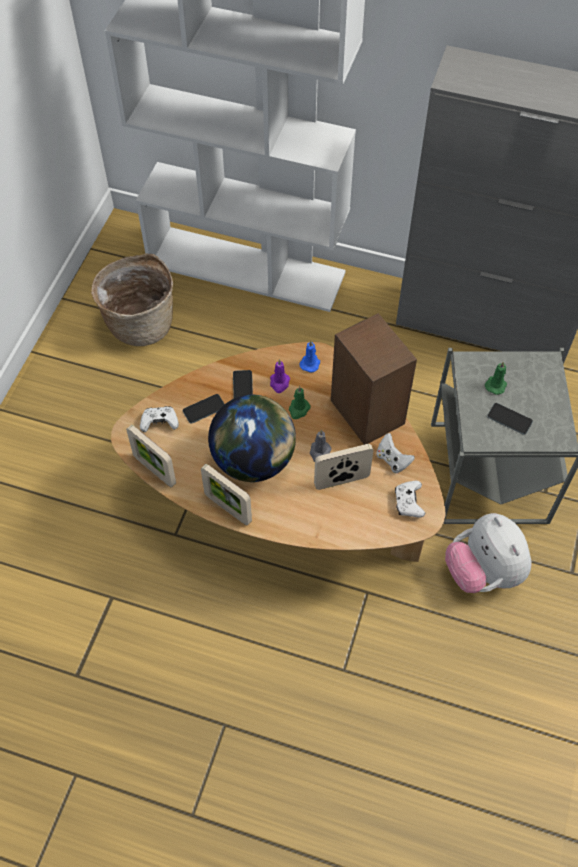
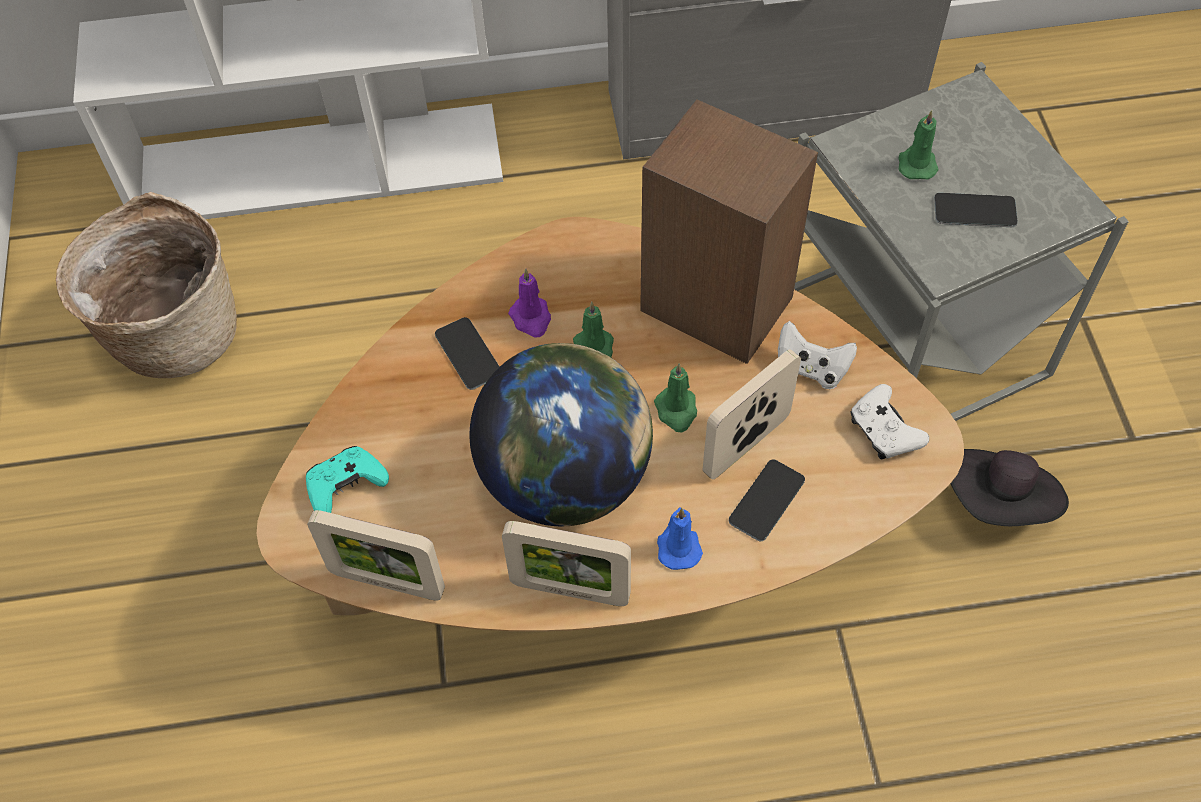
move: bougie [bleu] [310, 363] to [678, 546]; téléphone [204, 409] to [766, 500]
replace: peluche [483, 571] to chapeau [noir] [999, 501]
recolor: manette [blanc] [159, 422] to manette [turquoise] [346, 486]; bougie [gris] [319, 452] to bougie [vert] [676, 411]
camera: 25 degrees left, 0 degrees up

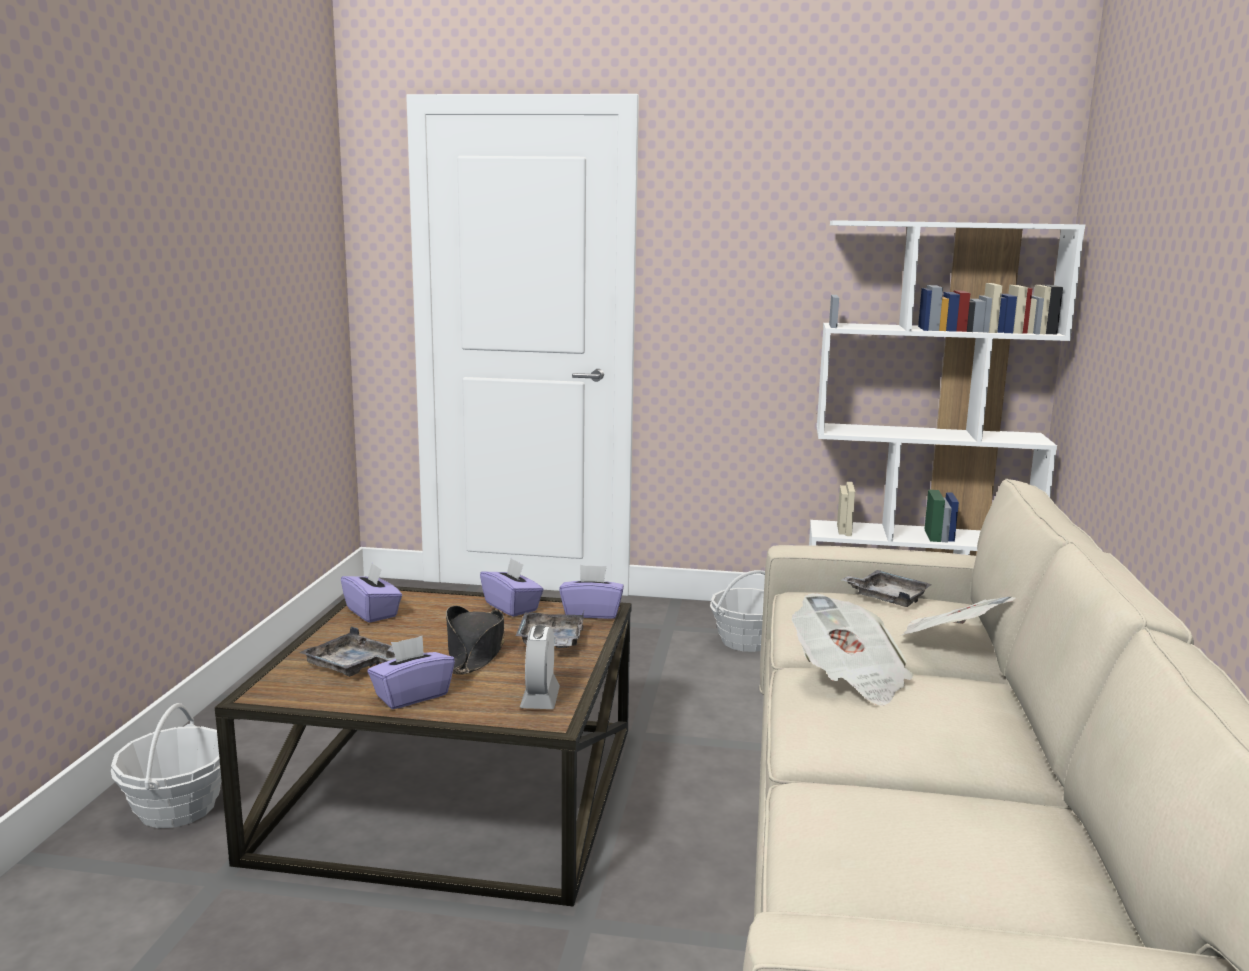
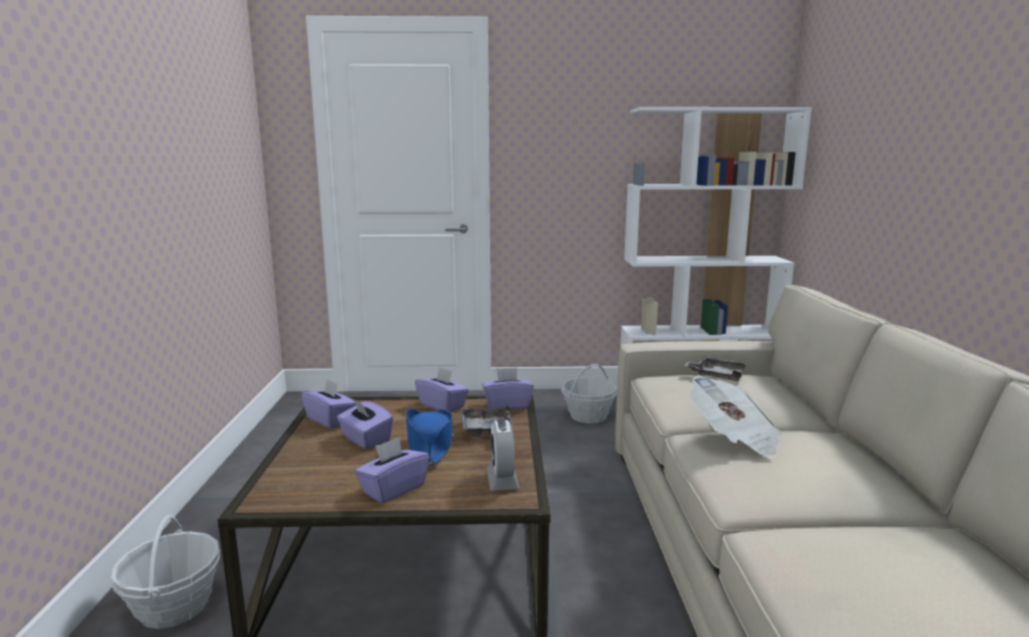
delete: journal [952, 642]; plateau [gris] [352, 666]
insert: boîte à mouchoirs [violet] [365, 440]
recolor: chapeau [noir] [475, 651] to chapeau [bleu] [430, 445]
camera: 10 degrees left, 0 degrees up

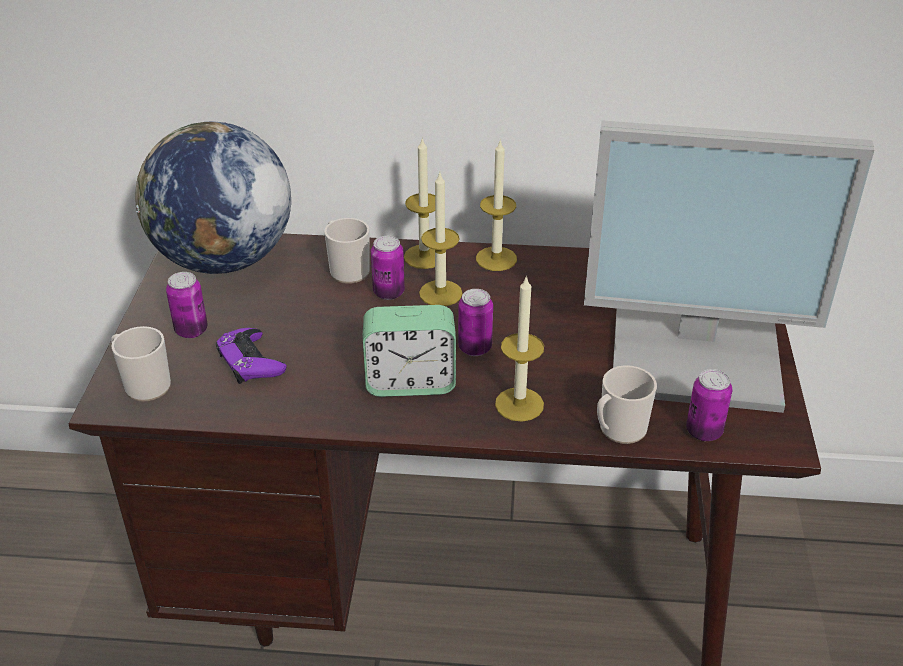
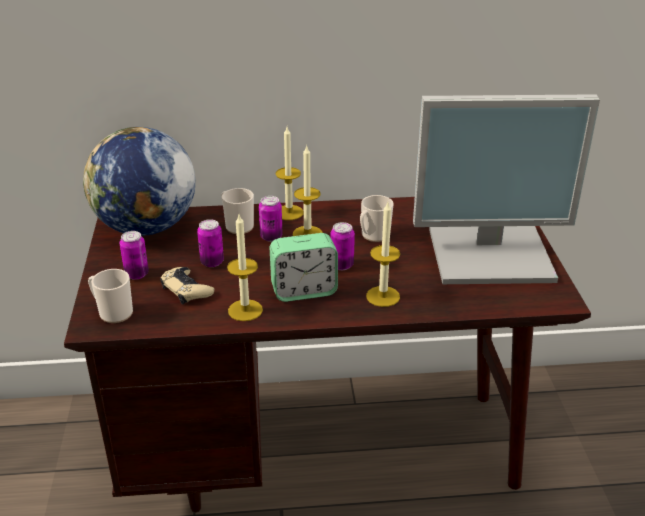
move: bougie [496, 259] to [245, 310]; mug [618, 430] to [373, 235]; boîte métallique [704, 431] to [212, 262]
recolor: manette [violet] [250, 362] to manette [beige] [186, 290]
camera: 10 degrees left, 5 degrees down

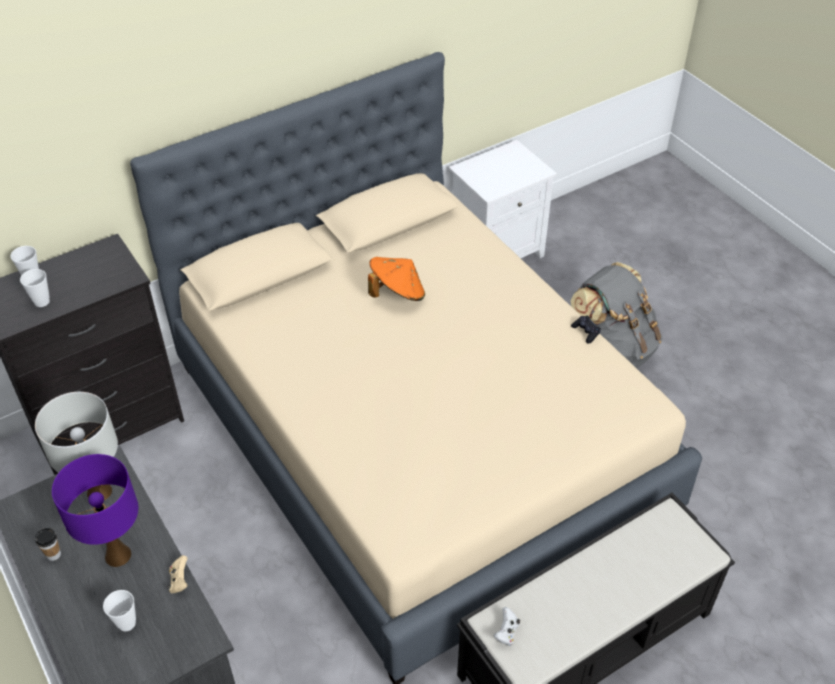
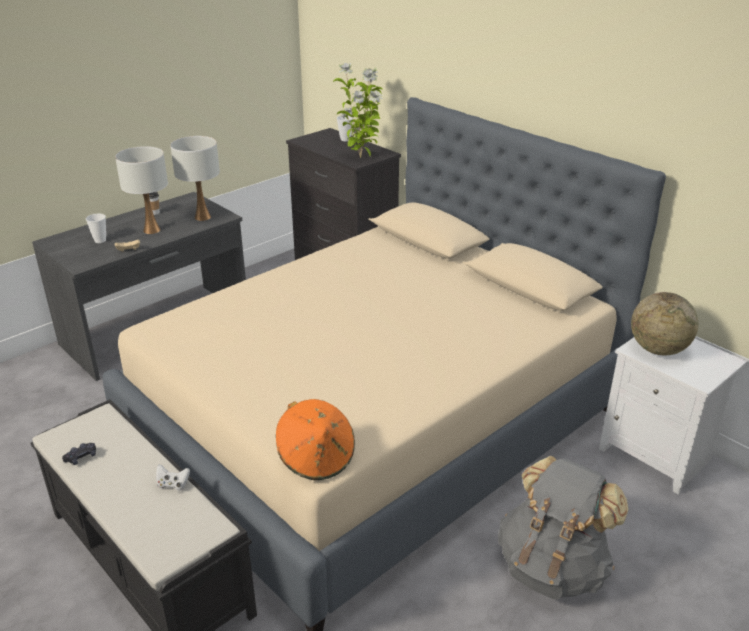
delete: tasse [42, 302]
insert: plante en pot [361, 158]; globe [658, 349]
move: chapeau [orange] [397, 293] to [316, 458]; manette [noir] [586, 332] to [81, 457]; manette [blanc] [506, 632] to [173, 484]
recolor: lampe de table [violet] [118, 555] to lampe de table [blanc] [151, 230]
camera: 80 degrees right, 15 degrees down

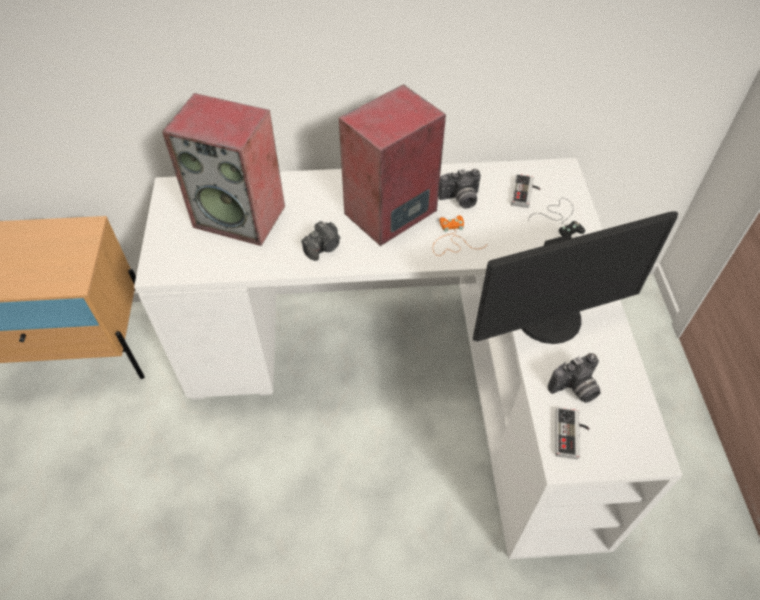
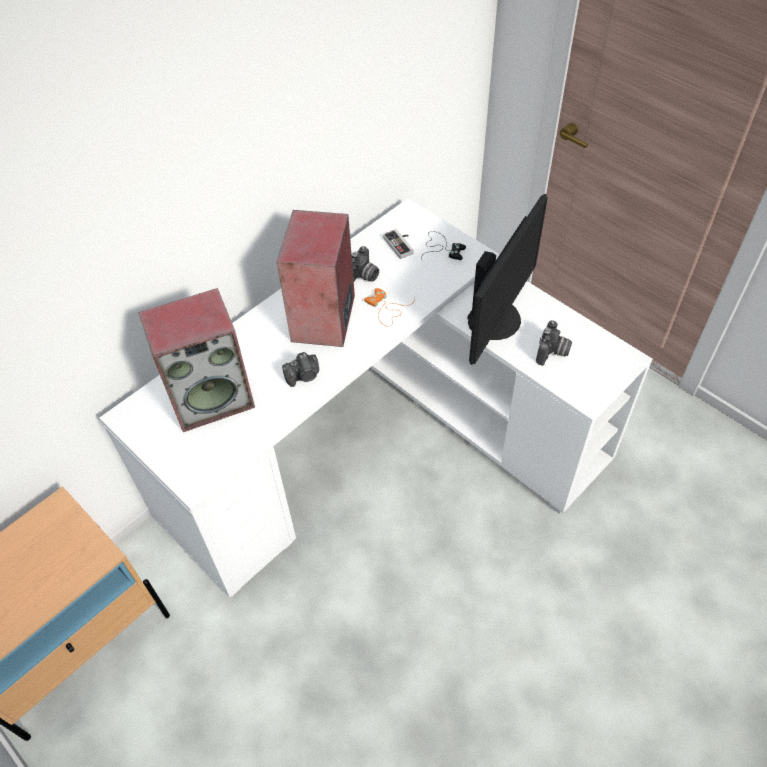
delete: manette [571, 435]
rotate: appareil photo [323, 247] = [304, 376] 60 degrees clockwise
camera: 40 degrees left, 0 degrees up

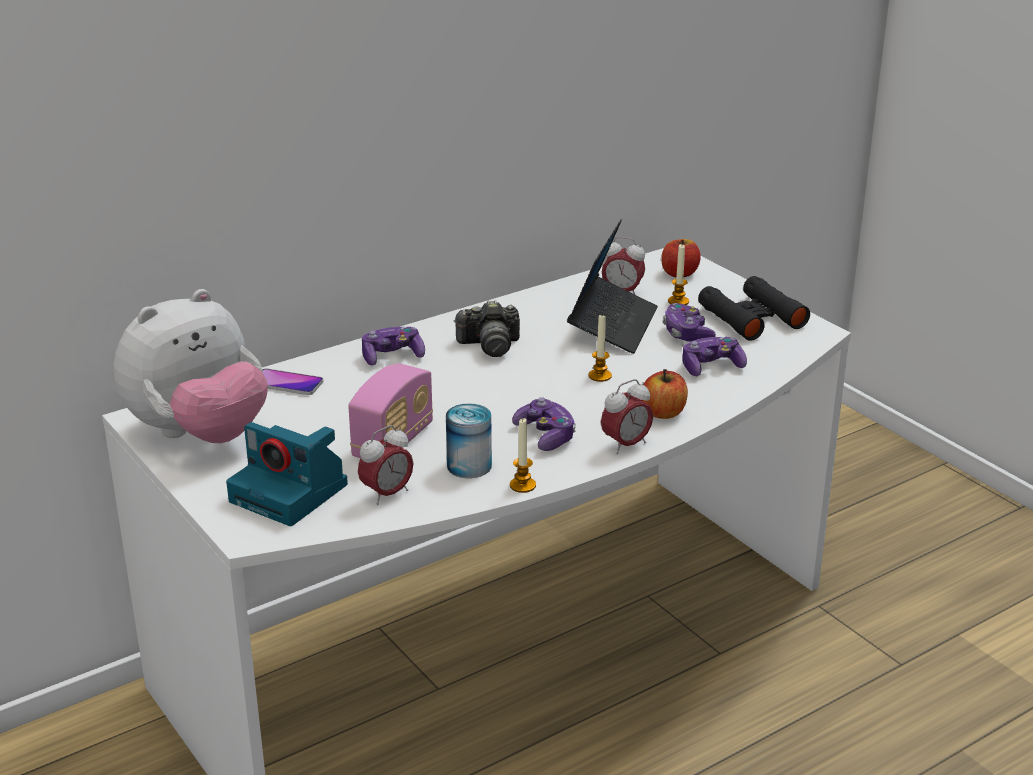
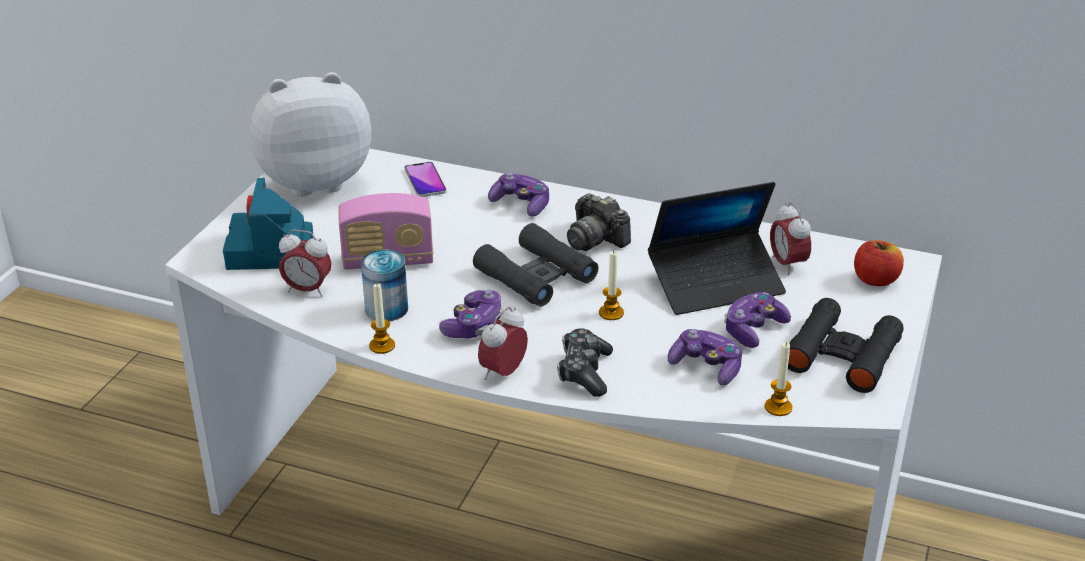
insert: jumelles [noir] [536, 276]
move: bougie [678, 301] to [778, 407]
replace: pomme [663, 413] to manette [584, 371]
rotate: peluche [199, 435] = [314, 181] 150 degrees clockwise; réveil [626, 445] = [503, 372] 105 degrees clockwise
camera: 55 degrees right, 5 degrees up

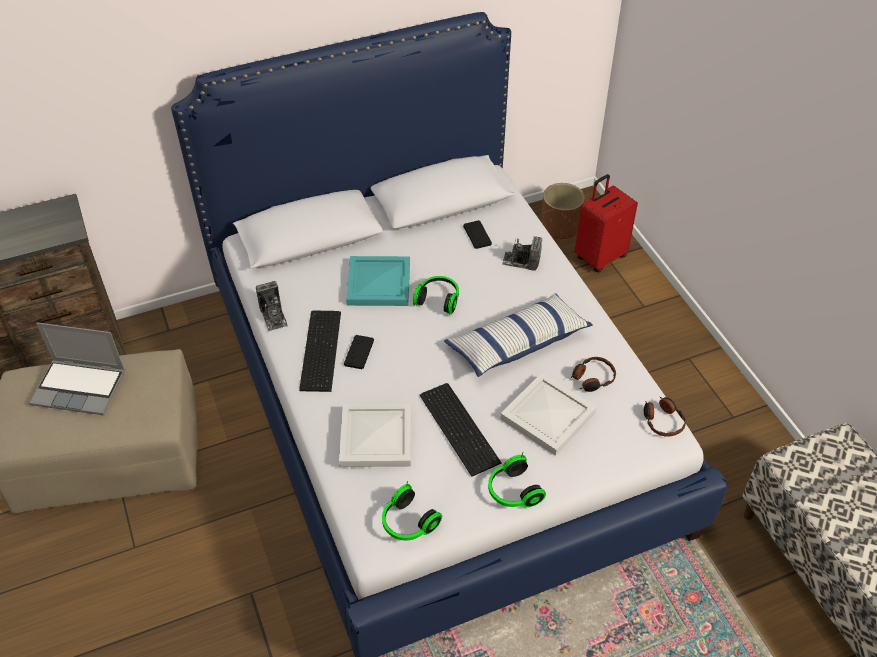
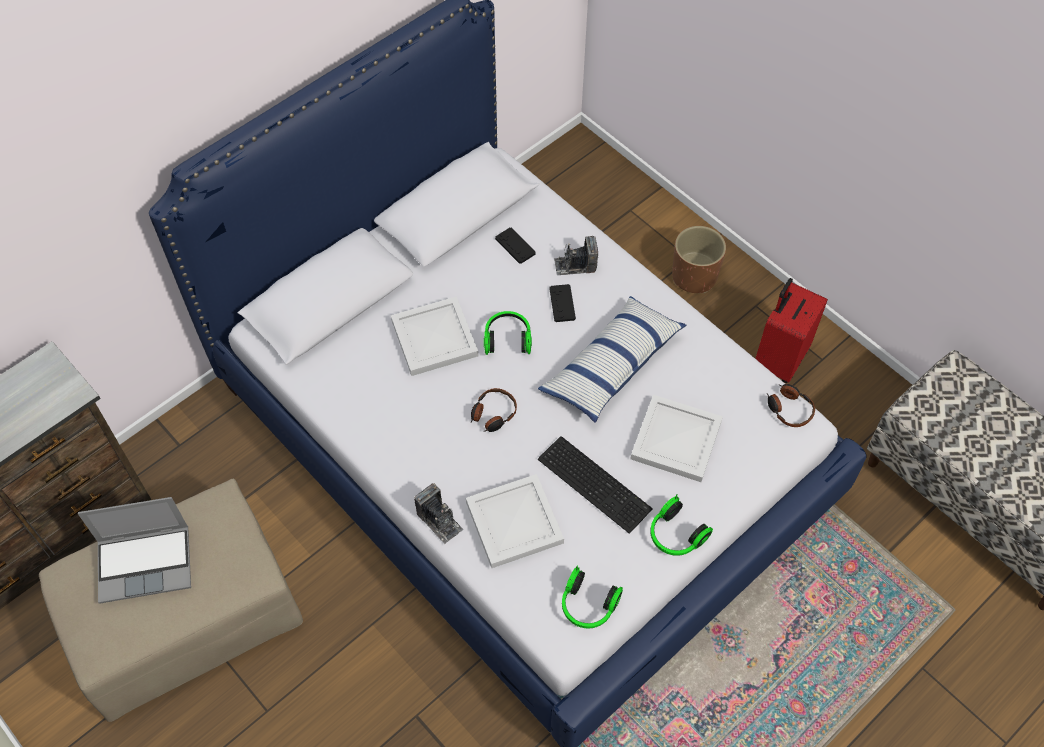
delete: clavier [318, 351]
move: valise [rouge] [599, 257] to [779, 359]; cache-pot [marron] [560, 228] to [694, 276]; appareil photo [273, 316] to [439, 521]; manette [noir] [359, 352] to [562, 303]; casque audio [592, 378] to [493, 414]
recolor: plateau [turquoise] [377, 284] to plateau [blanc] [433, 339]
camera: 20 degrees left, 10 degrees up

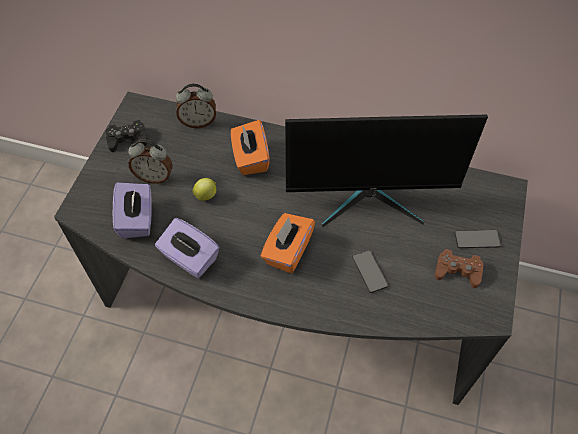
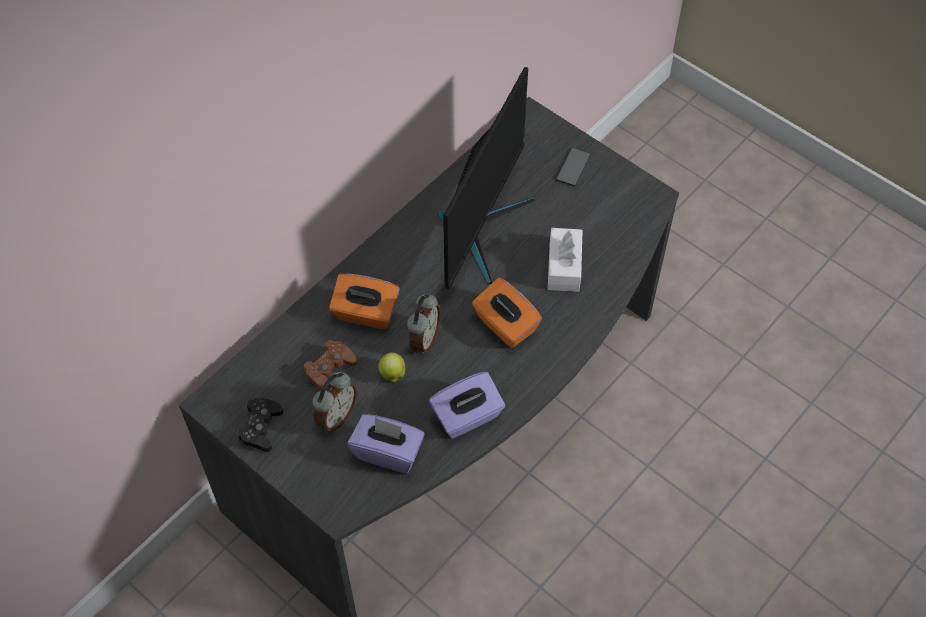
move: réveil [198, 122] to [424, 339]; manette [marron] [457, 271] to [329, 369]
replace: téléphone [369, 271] to boîte à mouchoirs [blanc] [564, 267]
camera: 65 degrees left, 0 degrees up

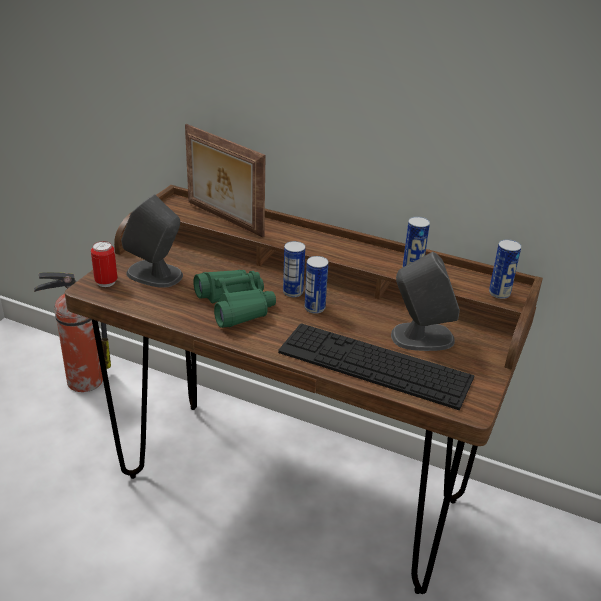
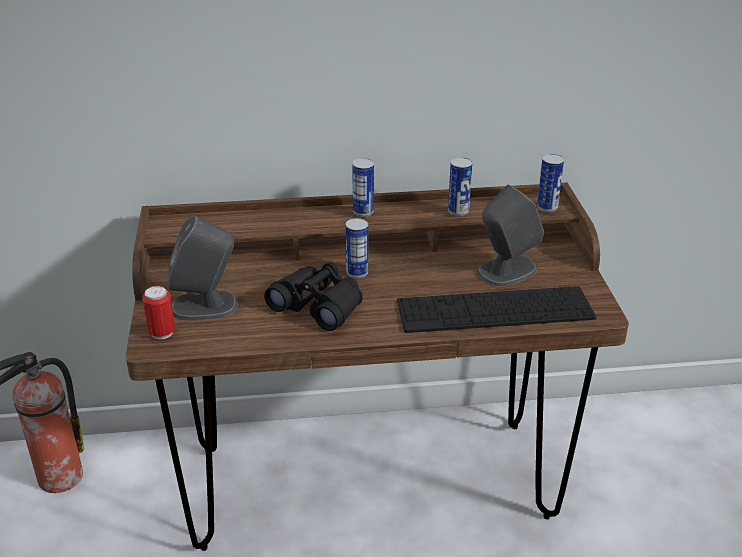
delete: cadre photo [223, 219]
move: boîte métallique [314, 308] to [363, 212]
recolor: jumelles [vert] [235, 306] to jumelles [noir] [319, 306]
camera: 30 degrees left, 0 degrees up

